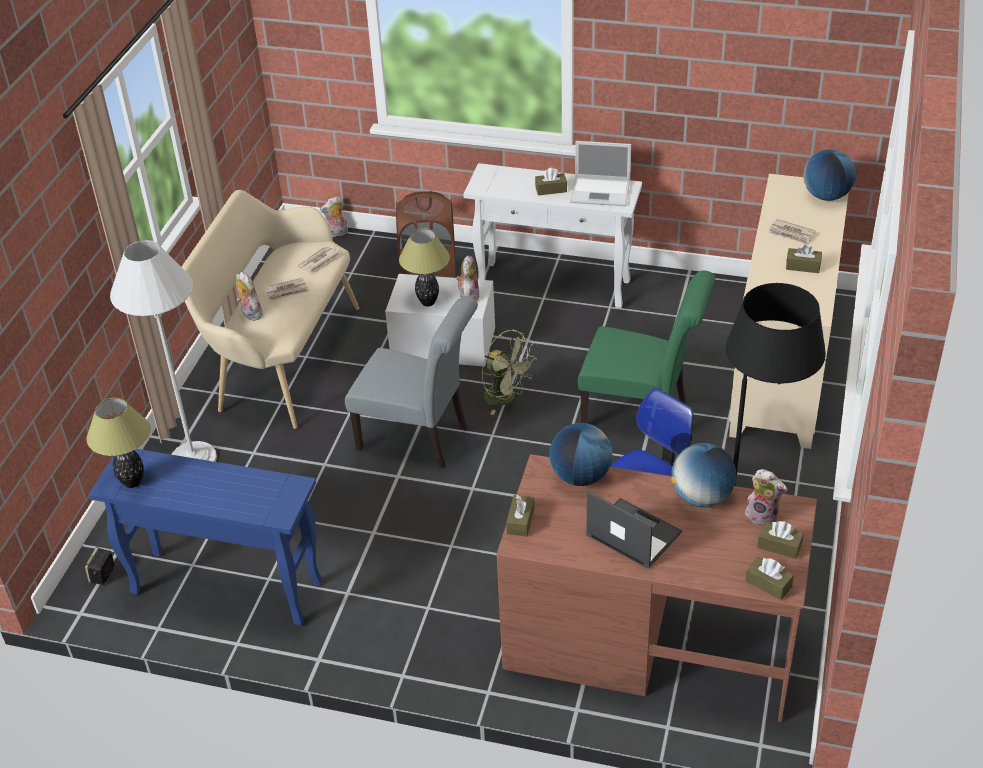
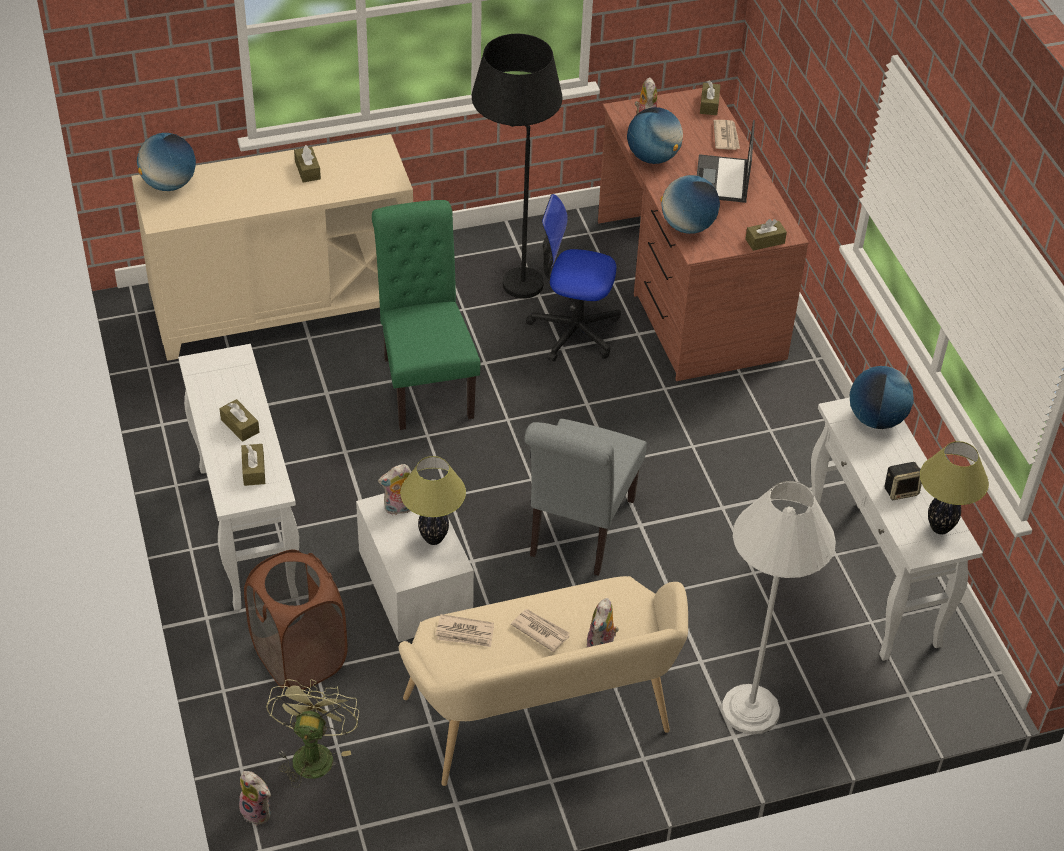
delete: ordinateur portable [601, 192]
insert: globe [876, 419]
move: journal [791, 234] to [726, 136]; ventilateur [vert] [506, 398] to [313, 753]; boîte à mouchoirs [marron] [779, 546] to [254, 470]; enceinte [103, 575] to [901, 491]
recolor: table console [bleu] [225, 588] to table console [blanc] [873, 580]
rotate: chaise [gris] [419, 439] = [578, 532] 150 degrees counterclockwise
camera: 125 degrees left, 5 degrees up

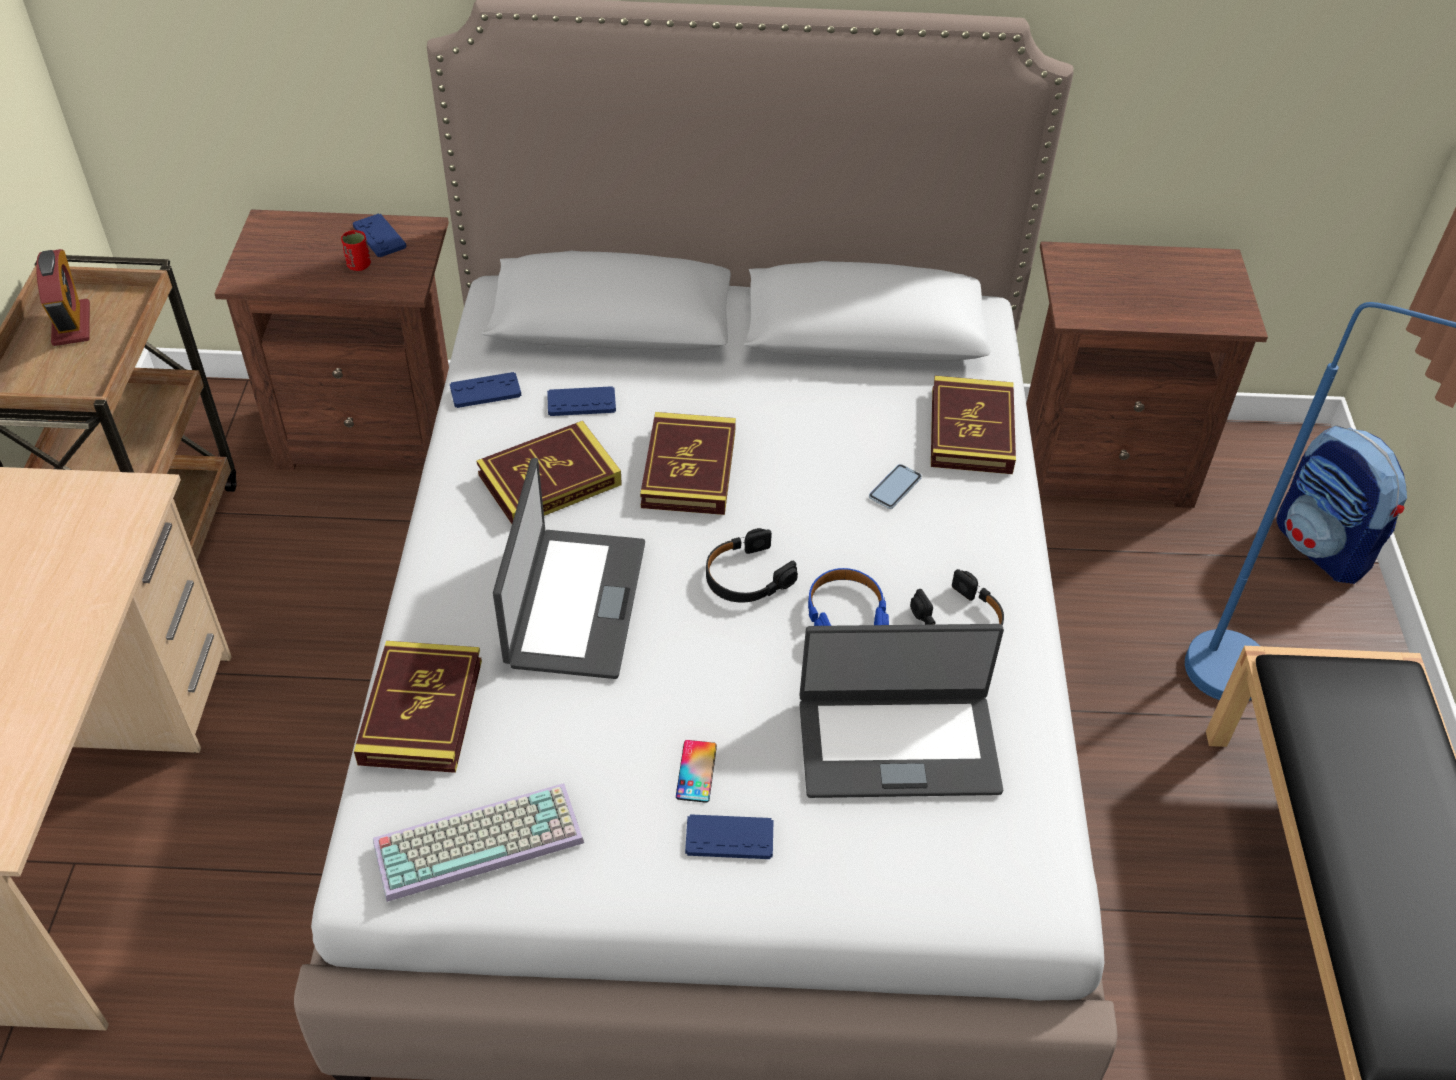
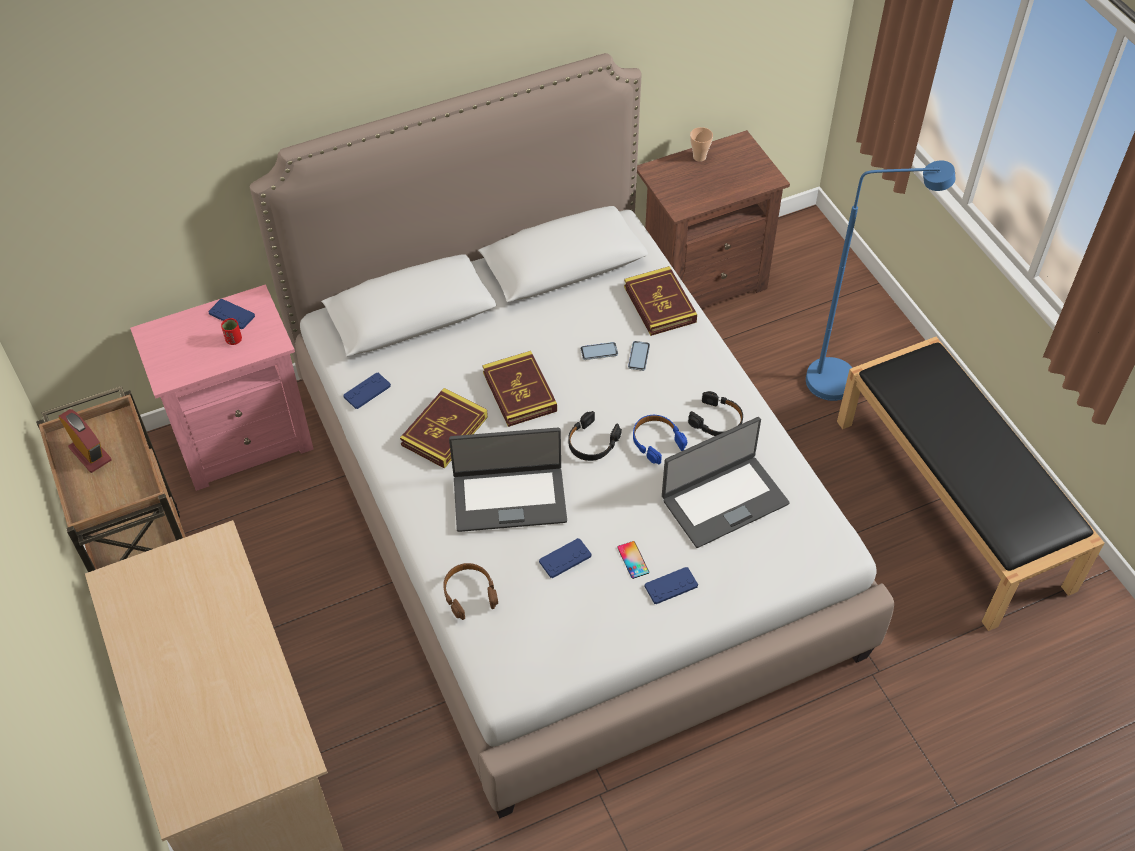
delete: sac à dos [1323, 547]; clavier [480, 838]
insert: tasse [699, 157]; téléphone [599, 352]
move: manette [bleu] [581, 402] to [565, 559]
replace: livre [421, 711] to casque audio [marron] [469, 593]
recolor: table de chevet [marron] [375, 432] to table de chevet [rose] [244, 439]
rotate: ordinateur portable [574, 603] = [509, 498] 105 degrees clockwise
camera: 25 degrees left, 5 degrees up

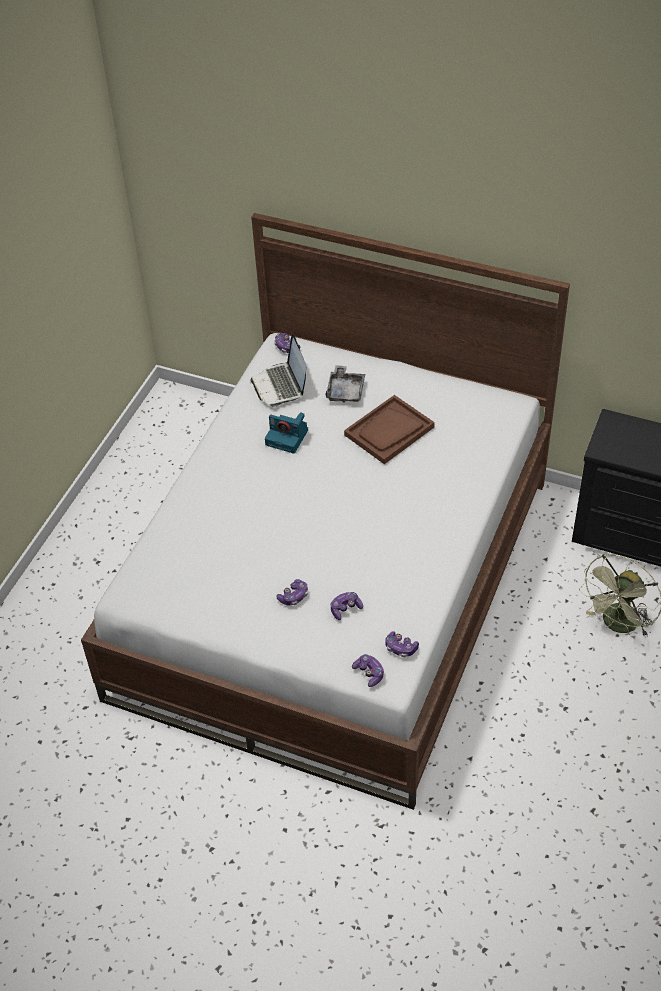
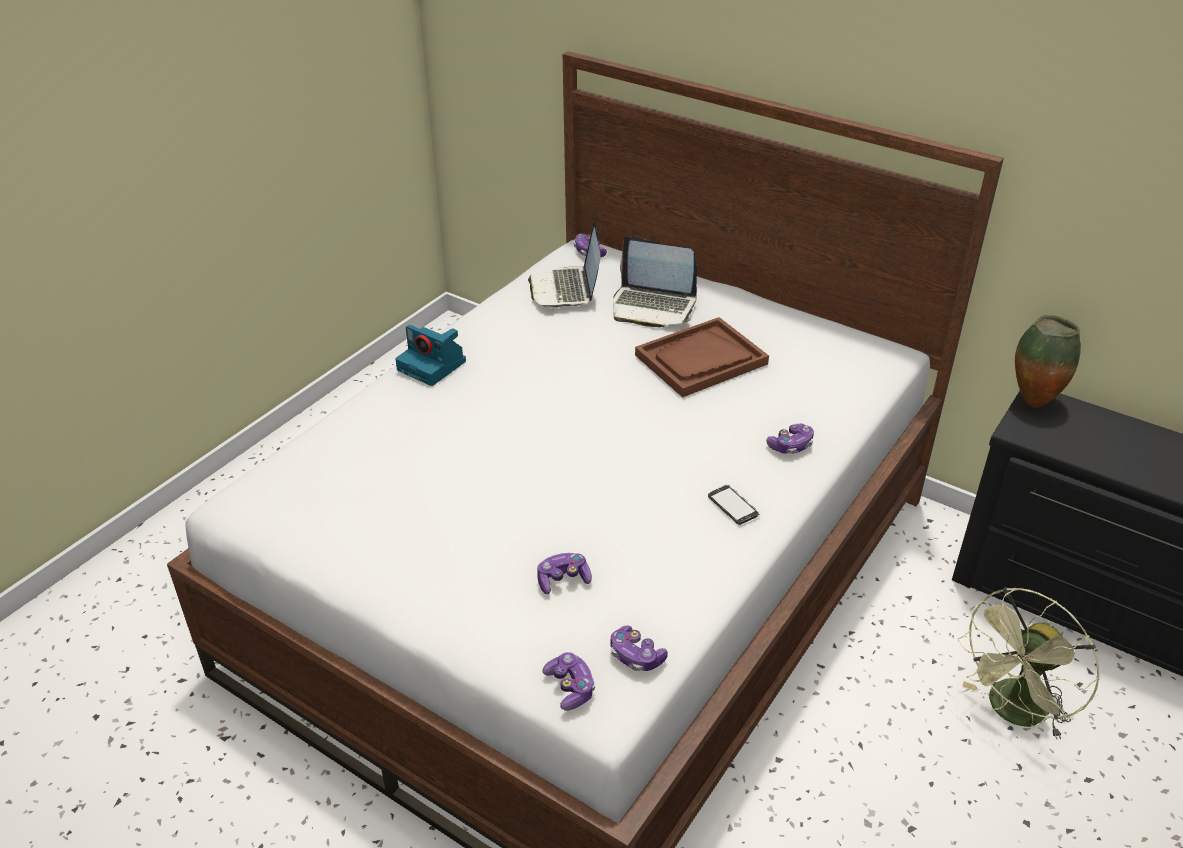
insert: vase [1032, 401]; téléphone [733, 506]
move: appareil photo [288, 437] to [433, 366]; manette [293, 596] to [791, 446]
replace: plateau [gris] [345, 390] to ordinateur portable [653, 307]
camera: 10 degrees right, 10 degrees down

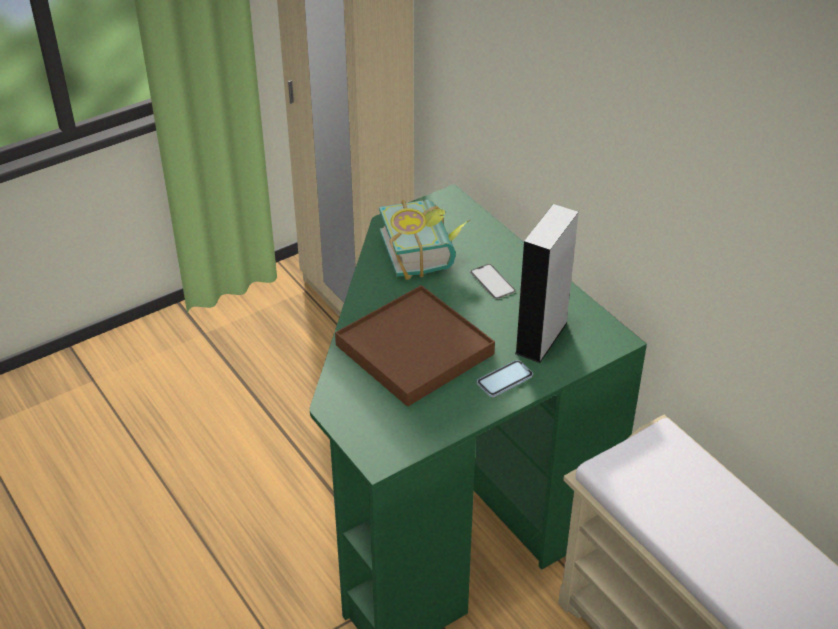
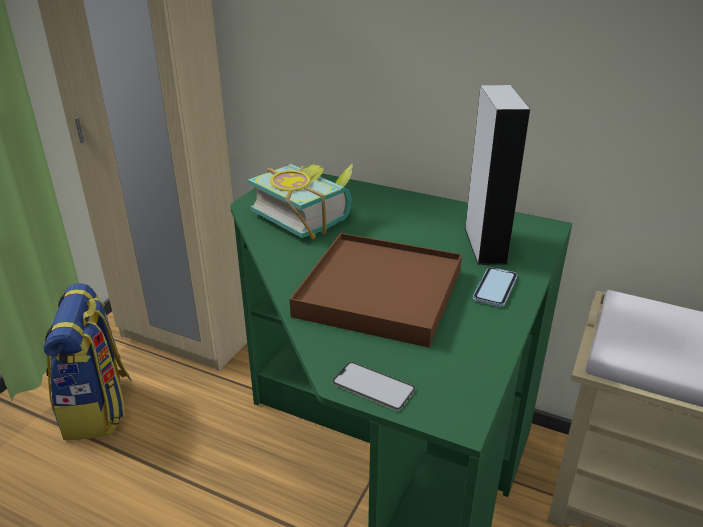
insert: sac à dos [98, 408]
move: téléphone [492, 282] to [373, 386]
camera: 30 degrees left, 10 degrees down

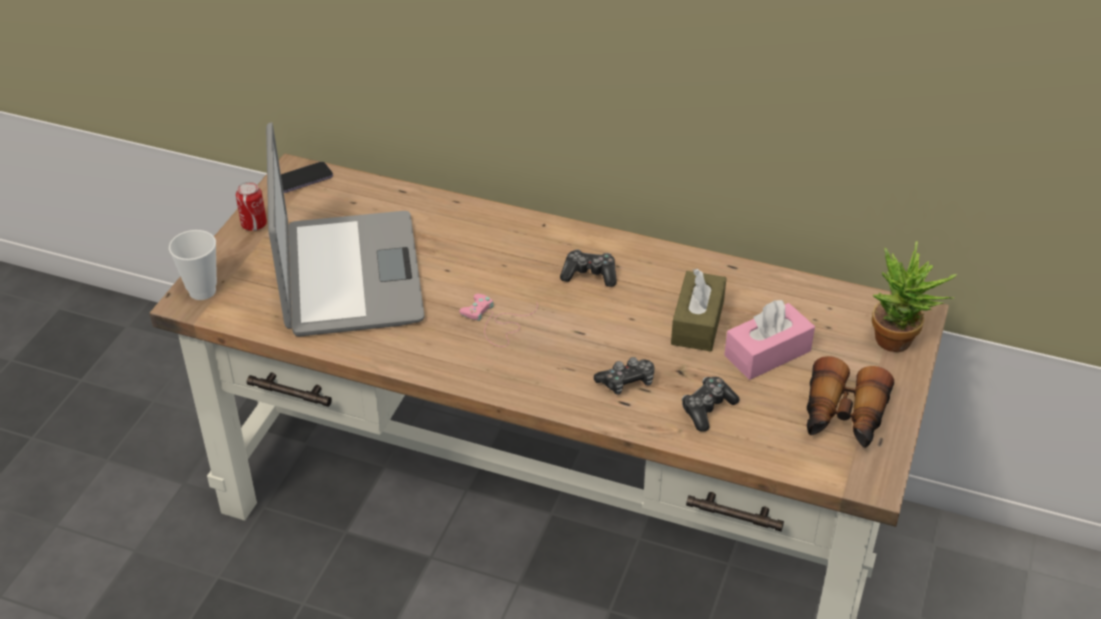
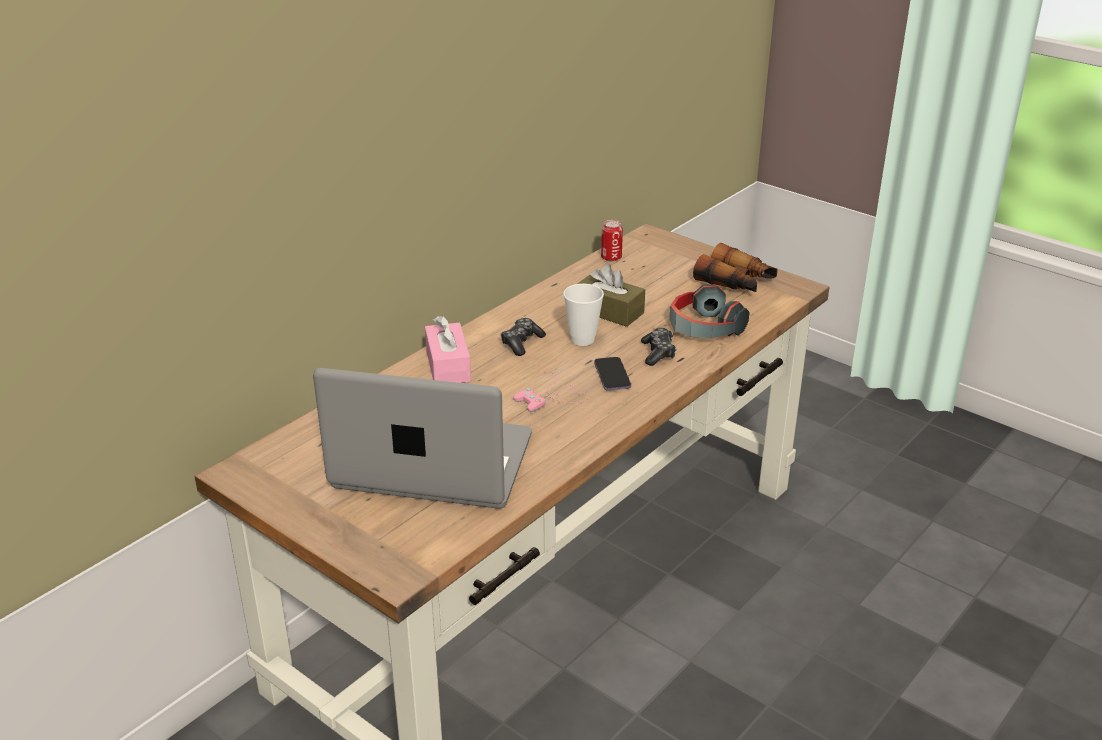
delete: plante en pot [899, 344]
move: téléphone [303, 179] to [612, 376]; boîte métallique [254, 225] to [611, 258]; tasse [202, 291] to [582, 339]; boîte à mouchoirs [rose] [767, 353] to [448, 366]
replace: manette [707, 409] to casque audio [703, 328]
camera: 70 degrees left, 10 degrees down

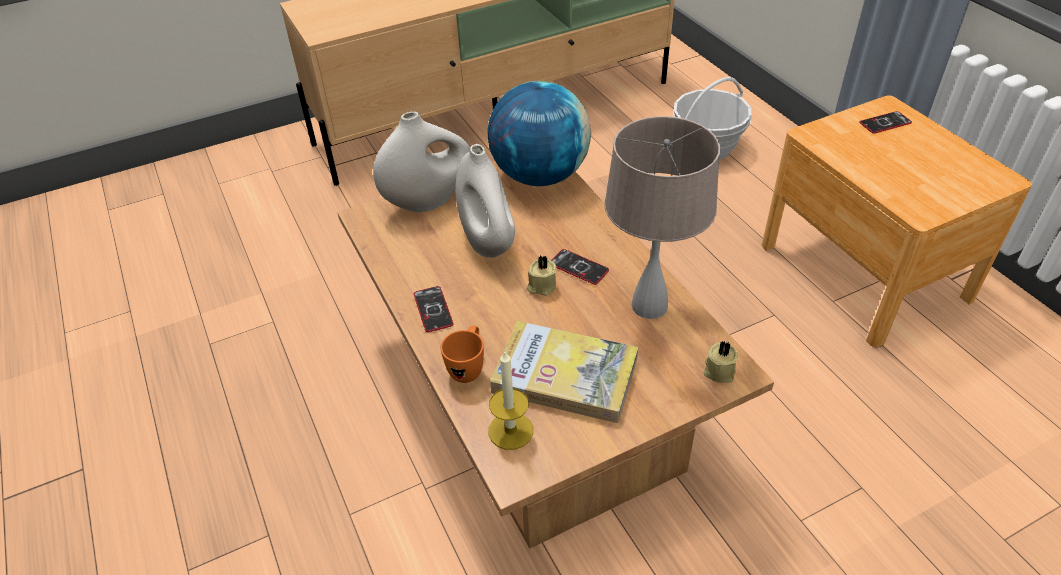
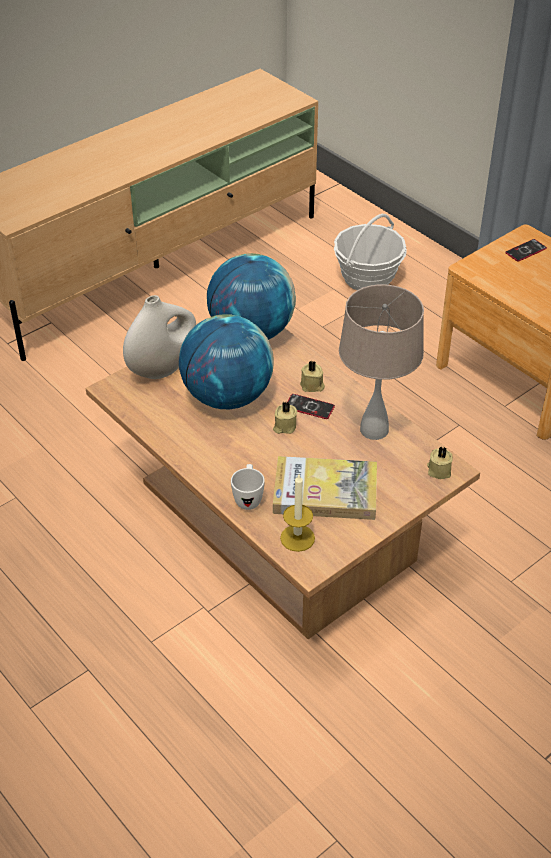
delete: téléphone [433, 309]
insert: bougie [beige] [312, 386]
replace: vase [blanc] [487, 242] to globe [227, 397]
recolor: mug [orange] [468, 367] to mug [blanc] [248, 498]
camera: 15 degrees left, 0 degrees up

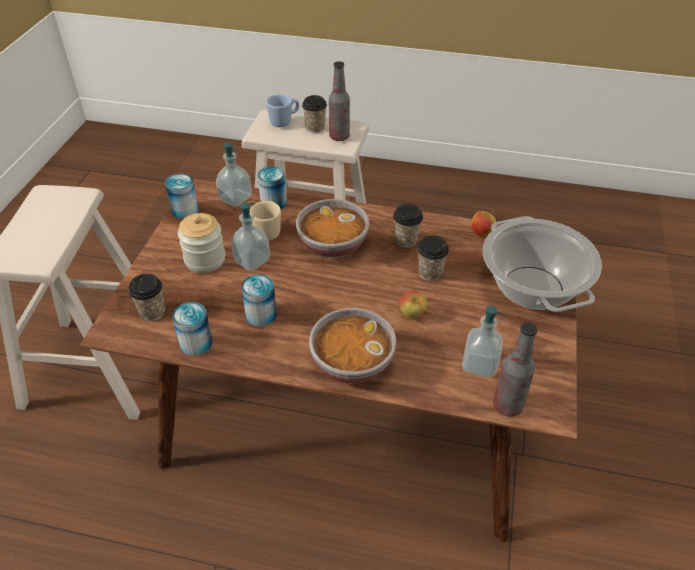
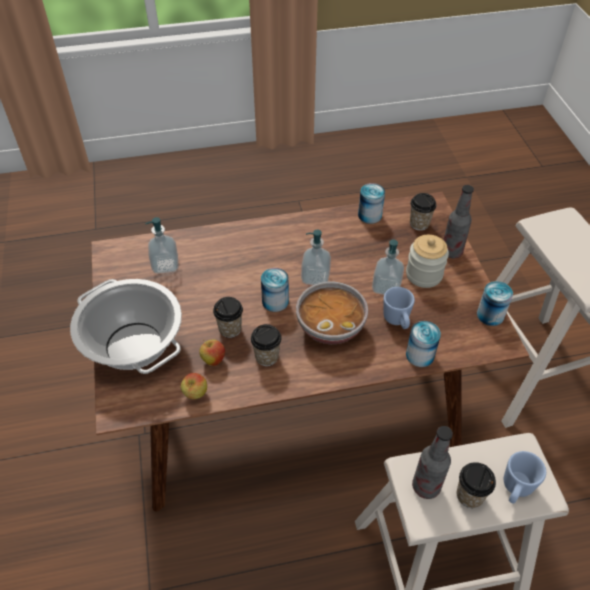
delete: bol [351, 363]
move: distributeur de savon [235, 198] to [315, 277]; boîte métallique [261, 315] to [275, 301]; pomme [412, 315] to [213, 360]; bouteille [507, 405] to [451, 252]
recolor: mug [beige] [268, 230] to mug [bleu] [397, 321]
camera: 155 degrees right, 5 degrees up

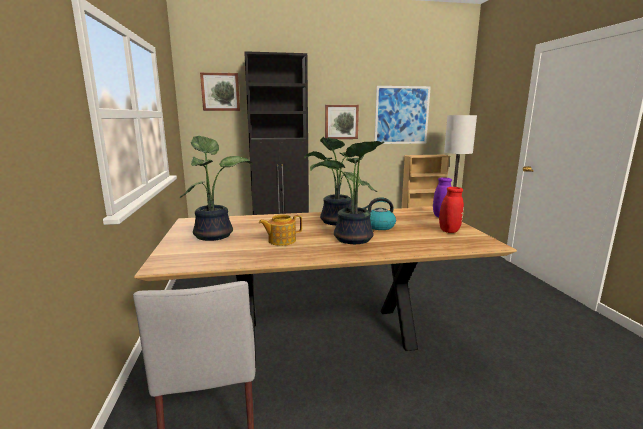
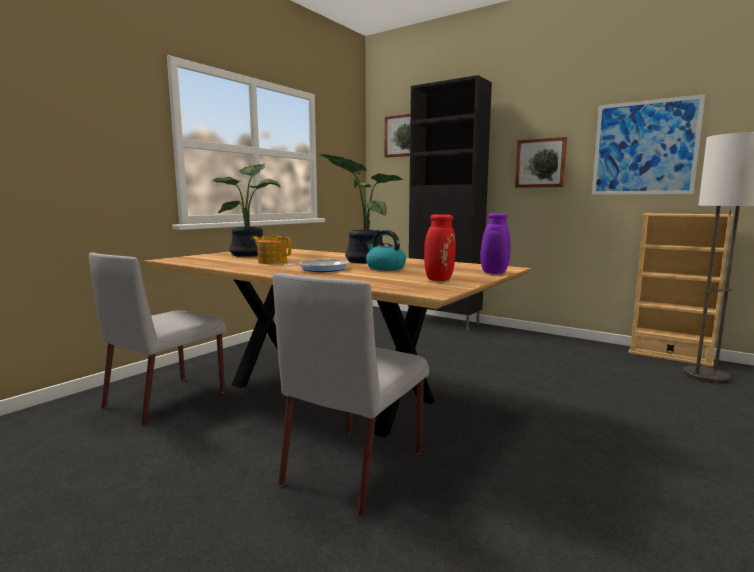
insert: chaise [gris] [355, 466]
replace: plante en pot [352, 240] to poêle [321, 269]
camera: 45 degrees right, 5 degrees down

